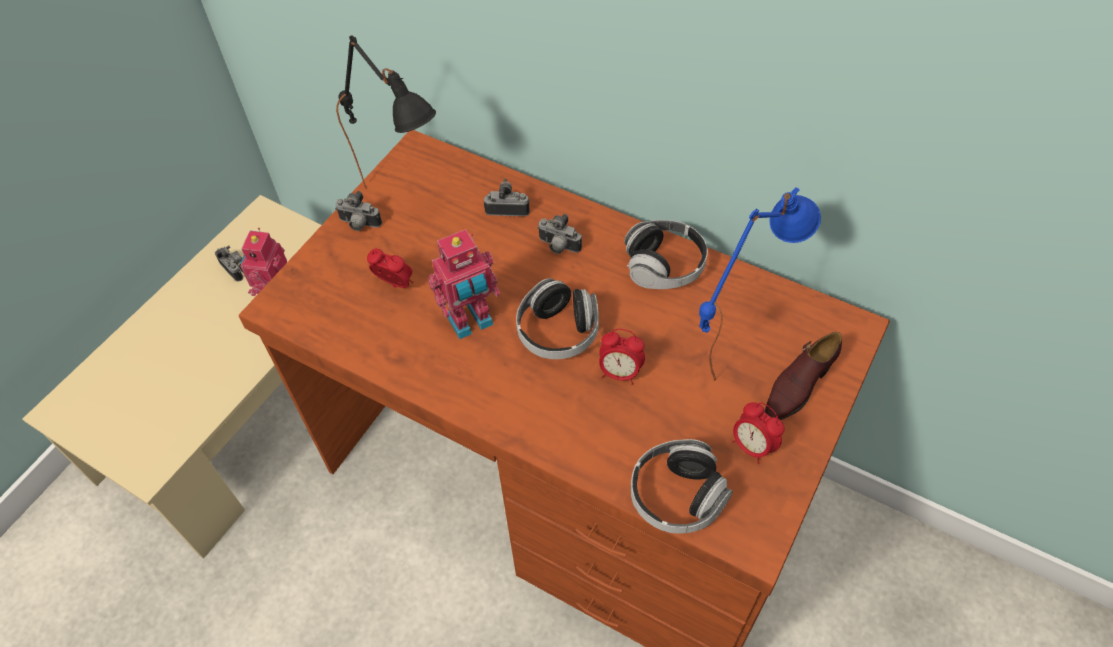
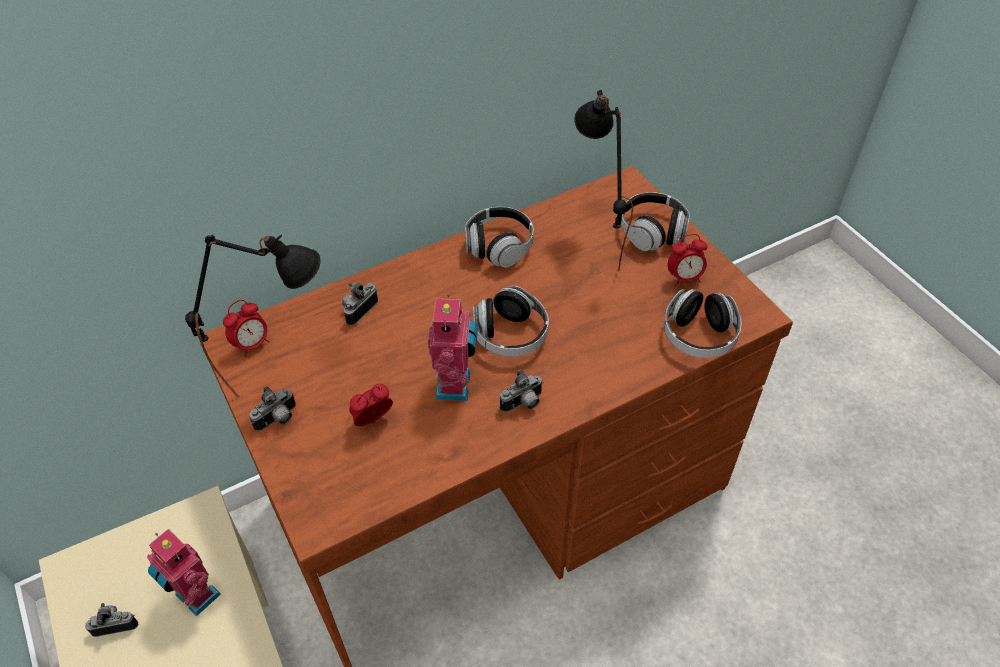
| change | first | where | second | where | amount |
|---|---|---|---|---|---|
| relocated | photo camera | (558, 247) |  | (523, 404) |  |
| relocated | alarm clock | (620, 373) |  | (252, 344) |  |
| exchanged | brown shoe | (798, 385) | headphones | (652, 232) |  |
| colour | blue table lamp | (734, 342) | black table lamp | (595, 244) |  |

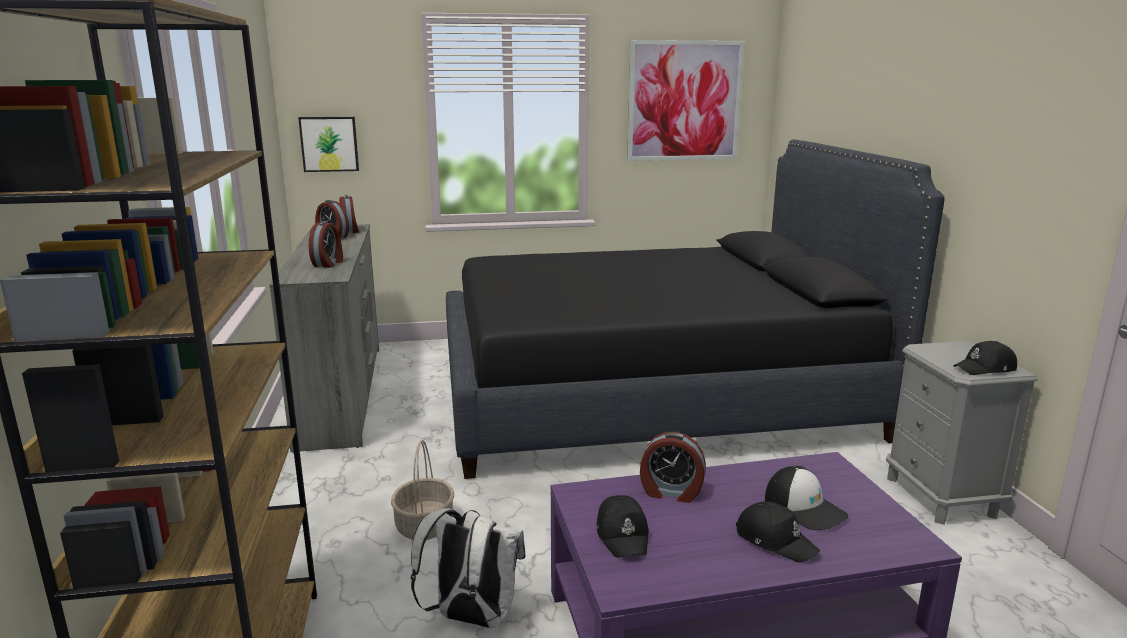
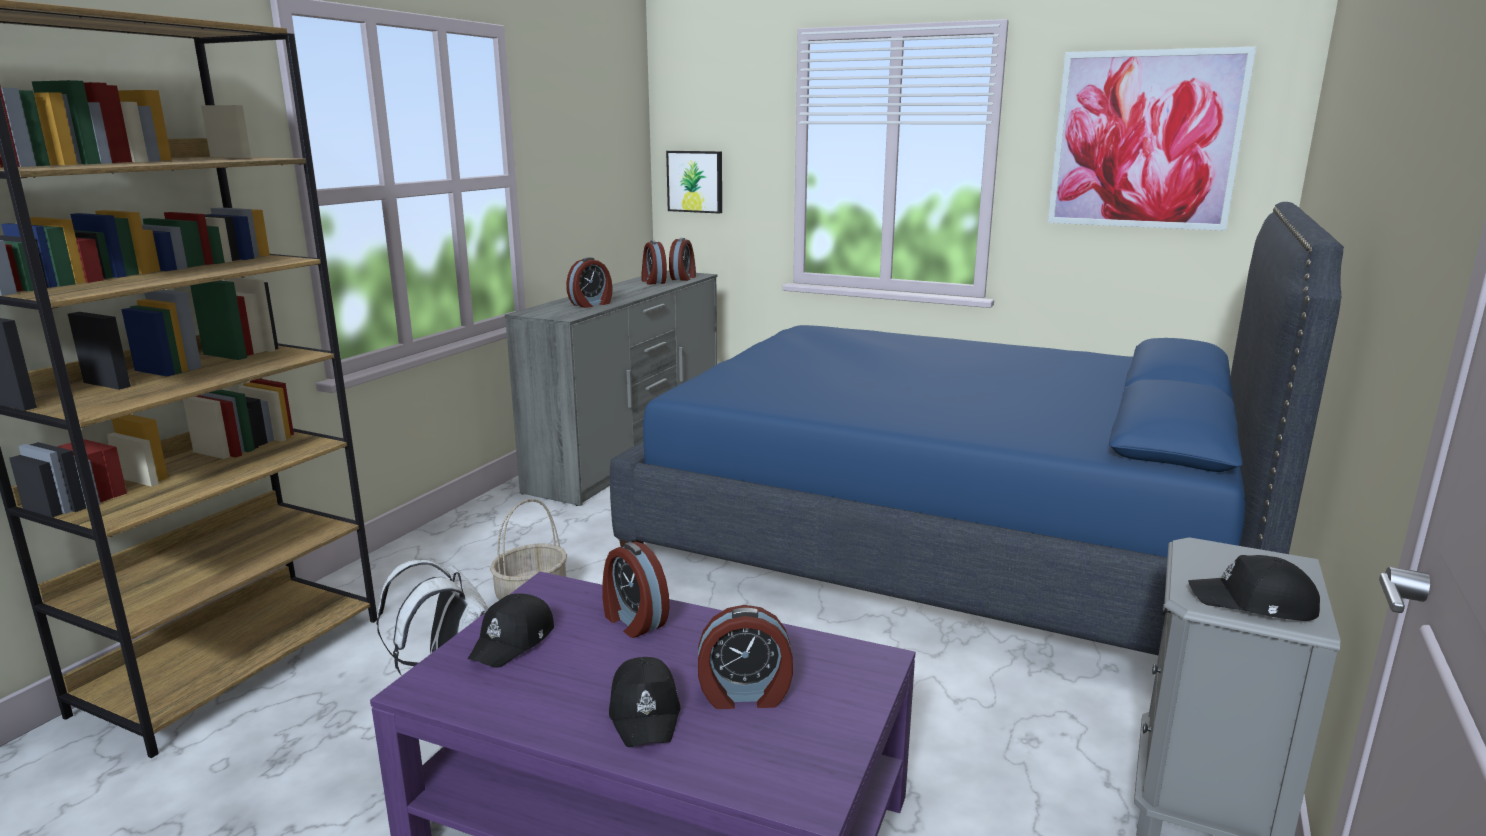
| change | first | where | second | where | amount |
|---|---|---|---|---|---|
| exchanged | cap | (805, 508) | alarm clock | (745, 695) |  |
| colour | black bed | (650, 395) | blue bed | (946, 540) |  |

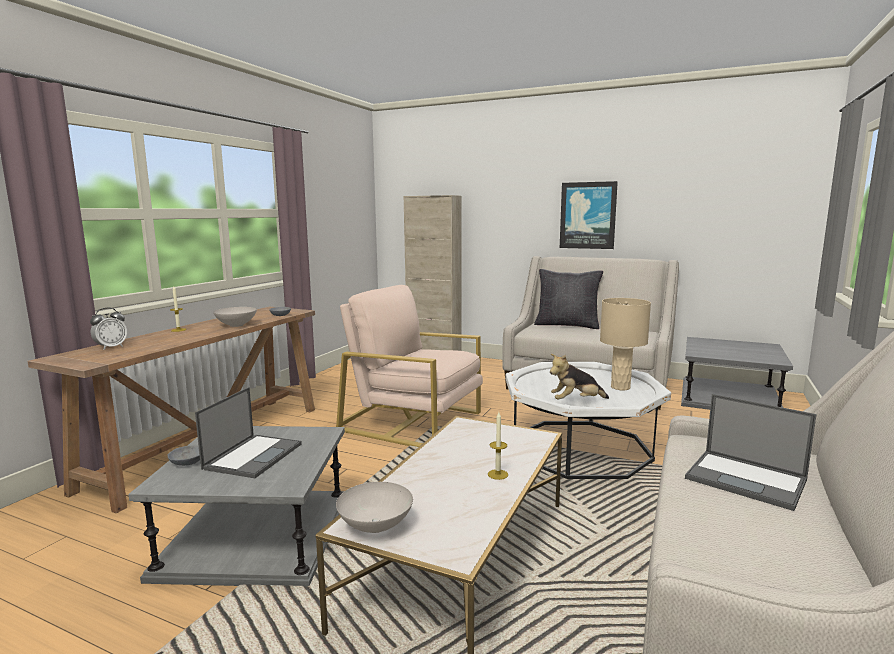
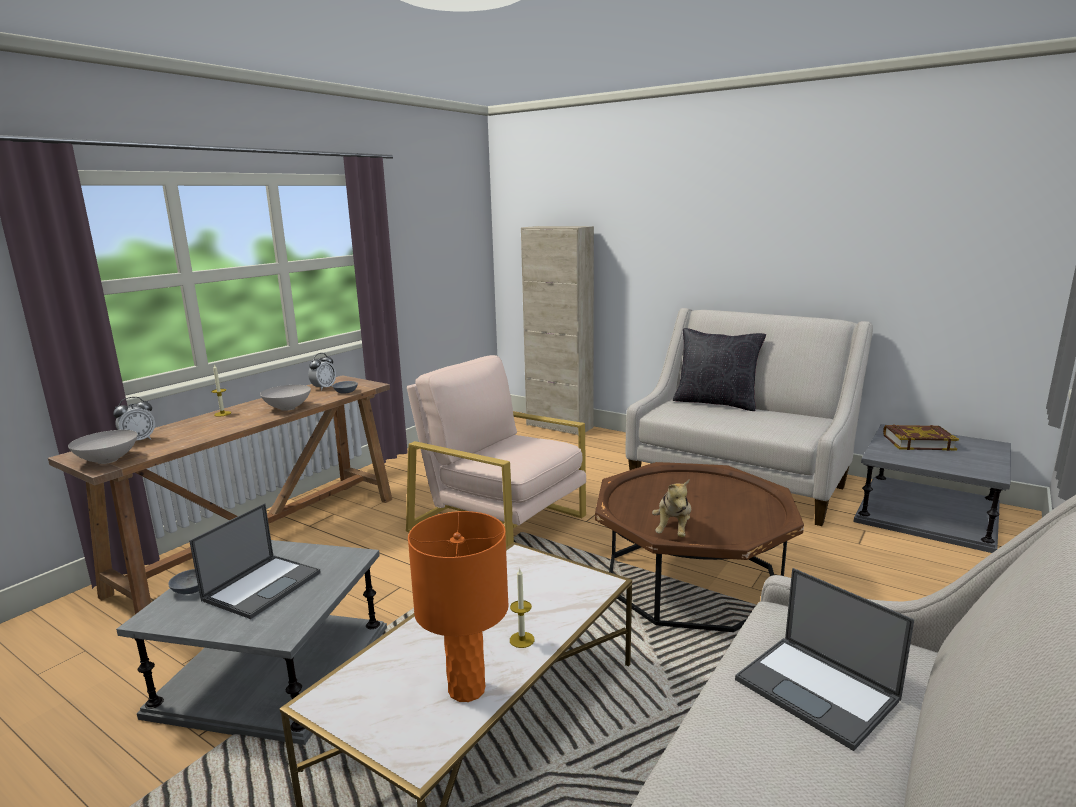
| change | first | where | second | where | amount |
|---|---|---|---|---|---|
| missing | picture | (588, 215) |  |  |  |
| missing | beige table lamp | (620, 387) |  |  |  |
| appeared |  |  | alarm clock | (323, 388) |  |
| appeared |  |  | orange table lamp | (466, 689) |  |
| appeared |  |  | book | (918, 442) |  |
| relocated | white bowl | (376, 527) |  | (108, 460) |  |
| colour | white coffee table | (580, 449) | brown coffee table | (691, 580) |  |
| spun | plush toy | (576, 401) |  | (673, 530) | 75 degrees counterclockwise |

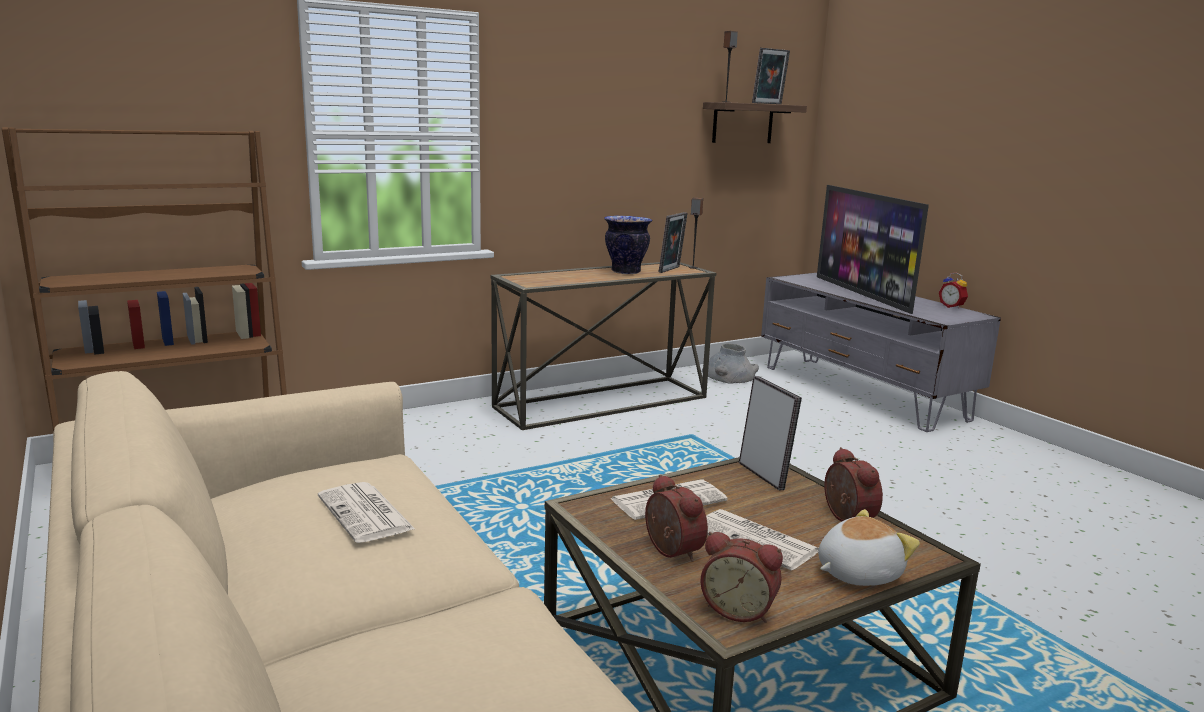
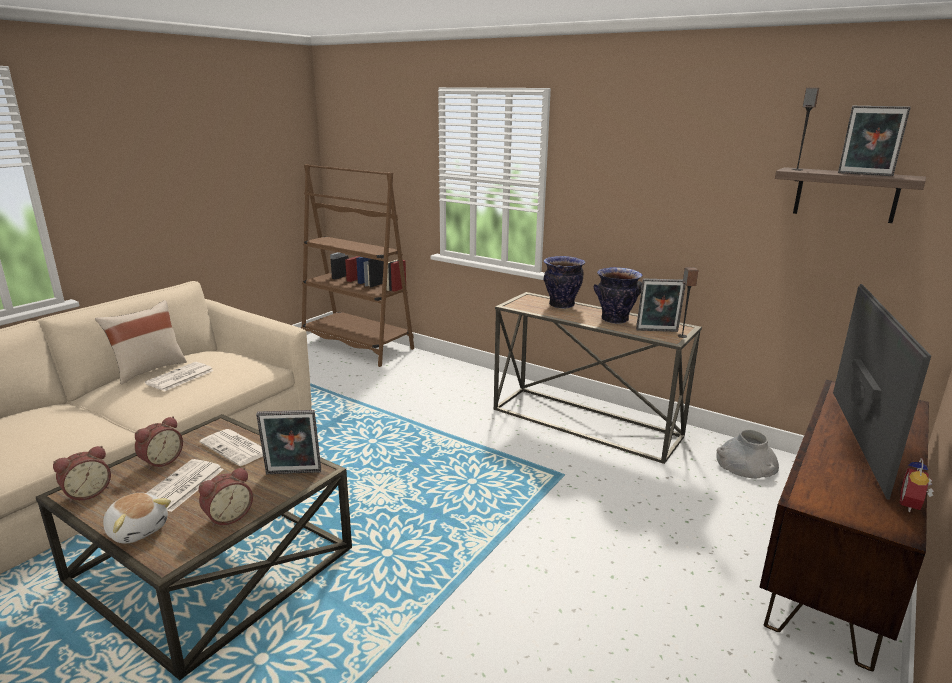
| change | first | where | second | where | amount |
|---|---|---|---|---|---|
| appeared |  |  | beige pillow | (148, 370) |  |
| appeared |  |  | vase | (561, 305) |  |
| colour | grey tv stand | (861, 392) | brown tv stand | (833, 557) |  |
| spun | alarm clock | (739, 609) |  | (87, 493) | 135 degrees counterclockwise |
| spun | picture frame | (764, 475) |  | (293, 474) | 45 degrees clockwise |
| spun | television | (863, 294) |  | (852, 438) | 150 degrees clockwise |

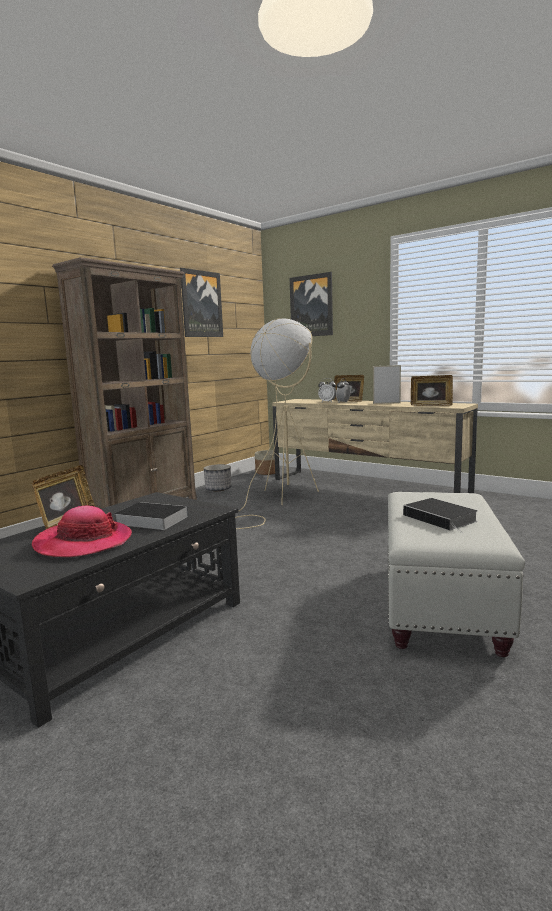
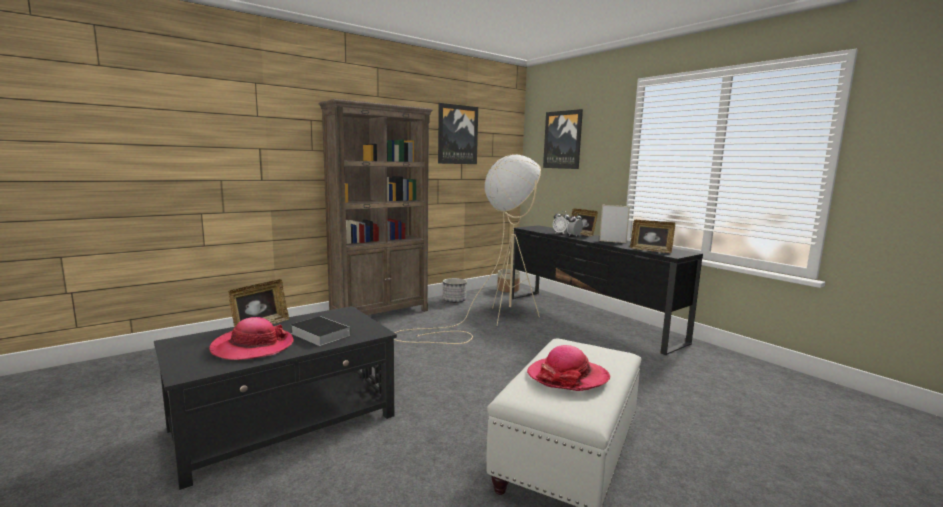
| change | first | where | second | where | amount |
|---|---|---|---|---|---|
| exchanged | book | (441, 518) | hat | (568, 377) |  |
| colour | beige tv stand | (367, 486) | black tv stand | (589, 318) |  |

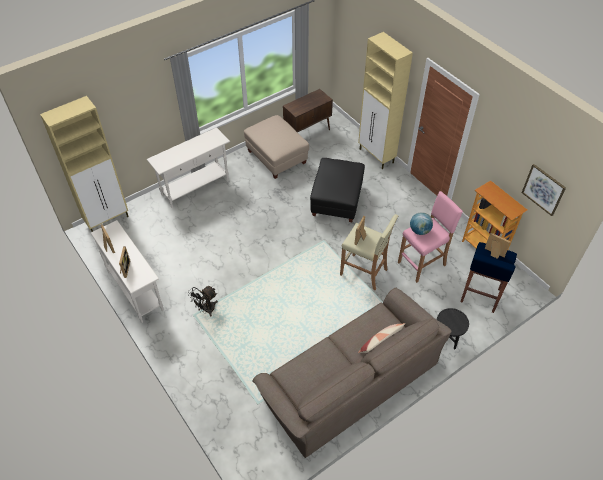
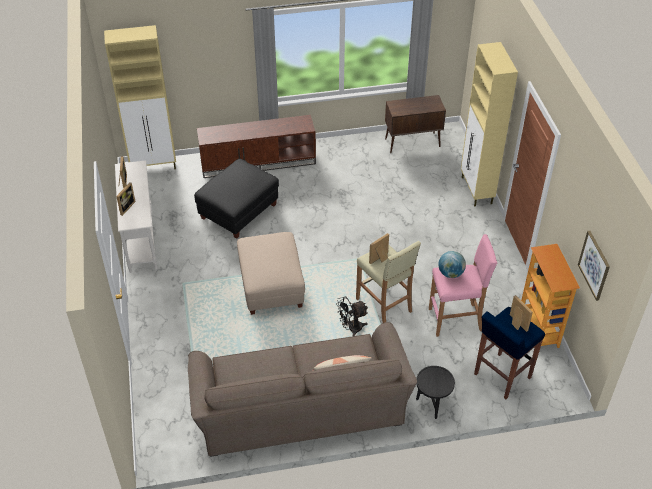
| change | first | where | second | where | amount |
|---|---|---|---|---|---|
| relocated | black fan | (206, 310) |  | (351, 328) |  |
| relocated | beige ottoman | (277, 157) |  | (272, 287) |  |
| relocated | black ottoman | (336, 200) |  | (238, 212) |  |
| exchanged | white console table | (195, 187) | brown tv stand | (258, 162) |  |

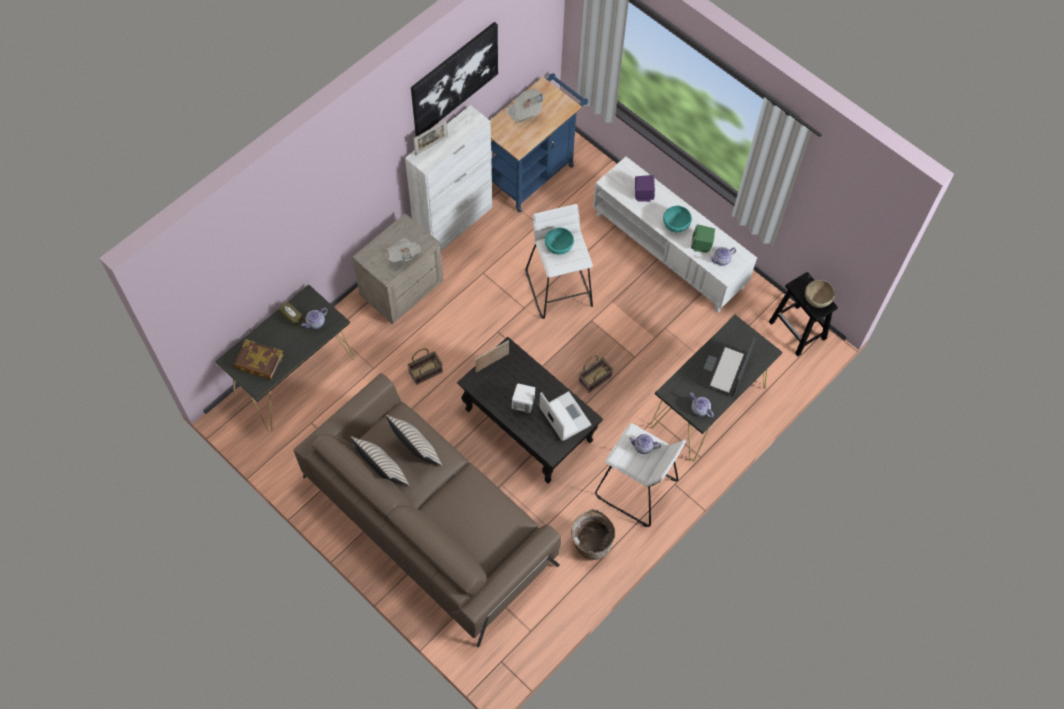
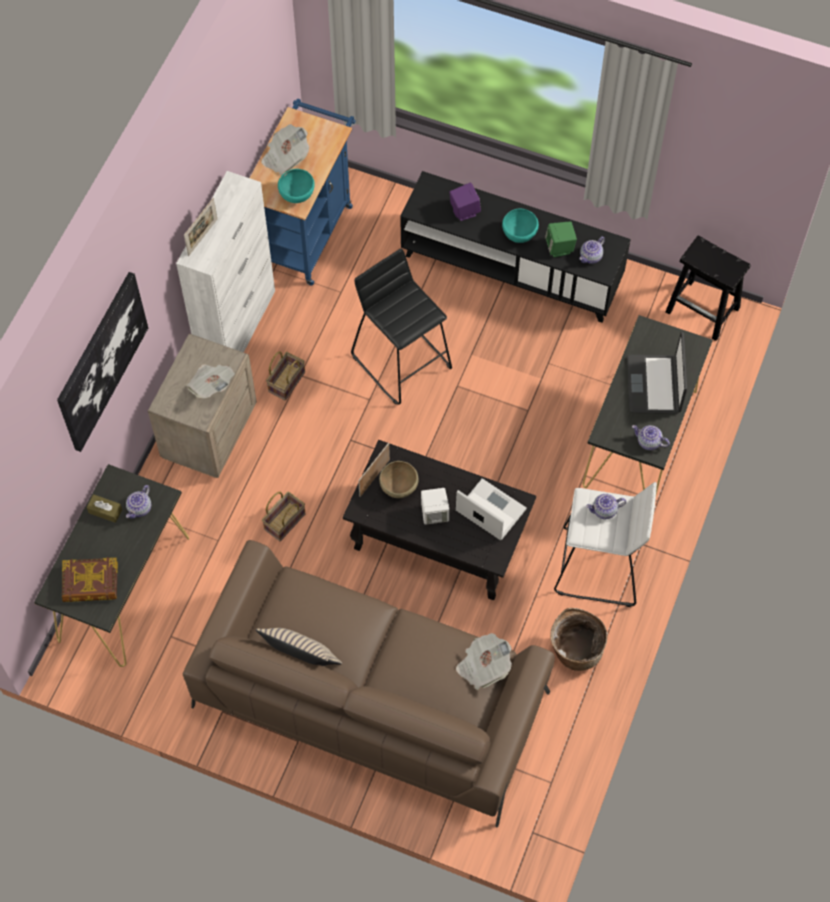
| change | first | where | second | where | amount |
|---|---|---|---|---|---|
| missing | beige pillow | (416, 451) |  |  |  |
| appeared |  |  | newspaper | (483, 666) |  |
| relocated | picture | (454, 79) |  | (101, 361) |  |
| relocated | turquoise bowl | (559, 248) |  | (297, 196) |  |
| relocated | basket | (595, 378) |  | (286, 381) |  |
| relocated | brown bowl | (816, 300) |  | (399, 487) |  |
| colour | white stool | (559, 288) | black stool | (402, 360) |  |
| colour | white tv stand | (668, 250) | black tv stand | (511, 269) |  |

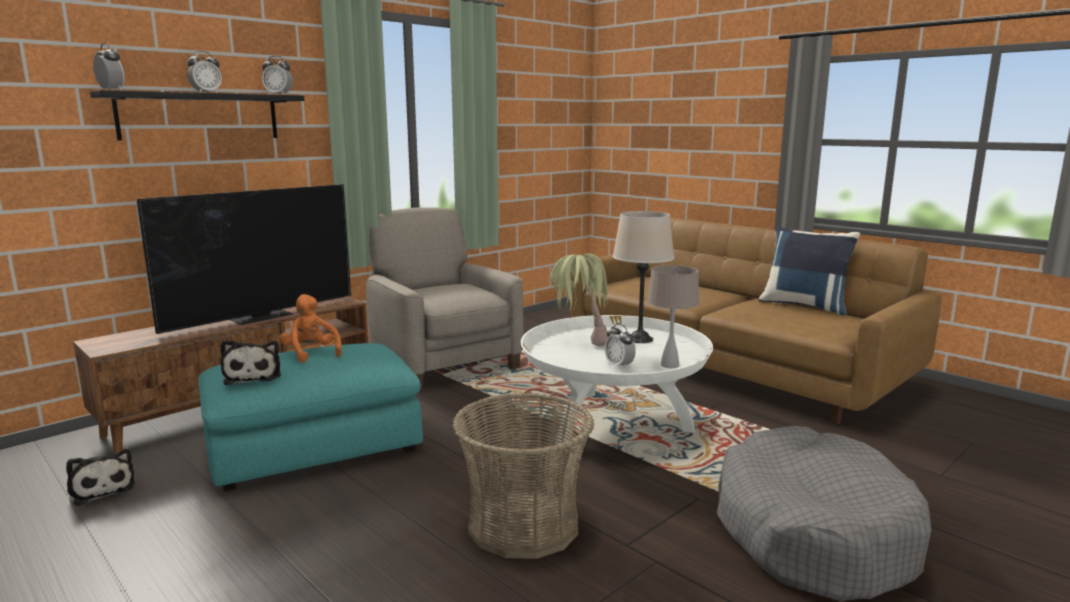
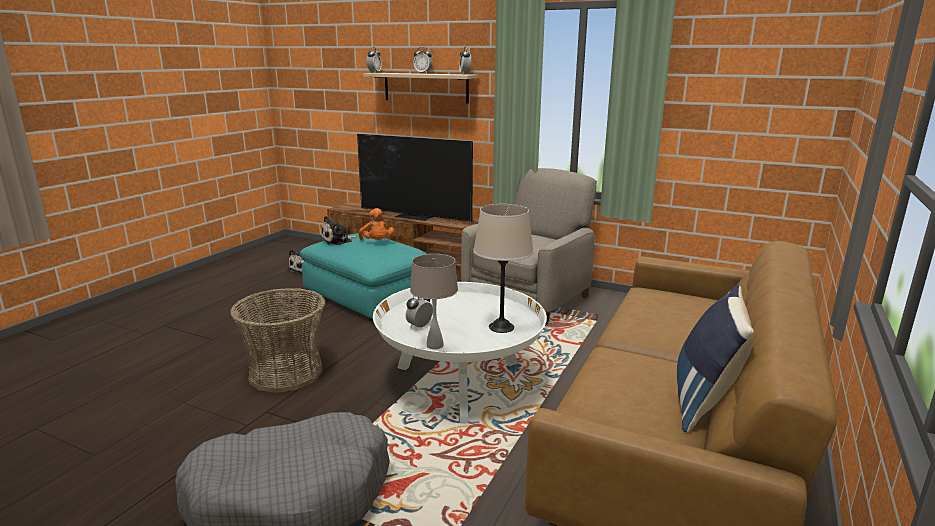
| change | first | where | second | where | amount |
|---|---|---|---|---|---|
| missing | potted plant | (578, 343) |  |  |  |
| colour | black shelf | (200, 116) | beige shelf | (425, 87) |  |
| spun | orange plush toy | (311, 354) |  | (377, 242) | 120 degrees clockwise |

